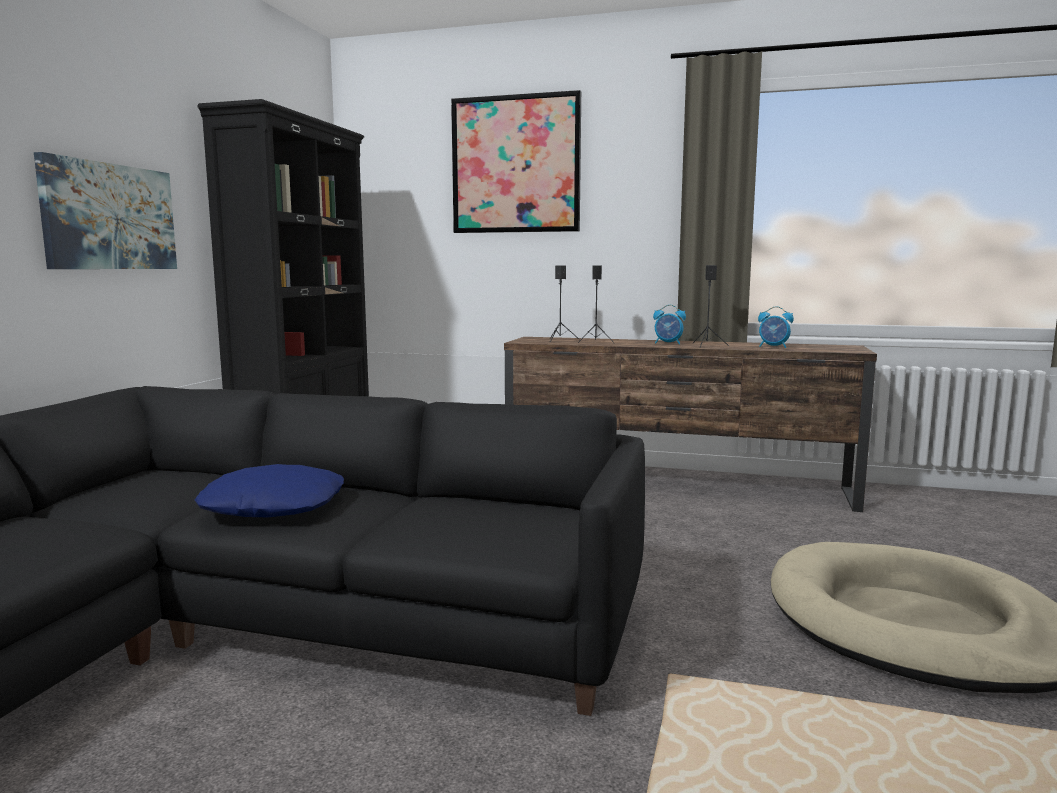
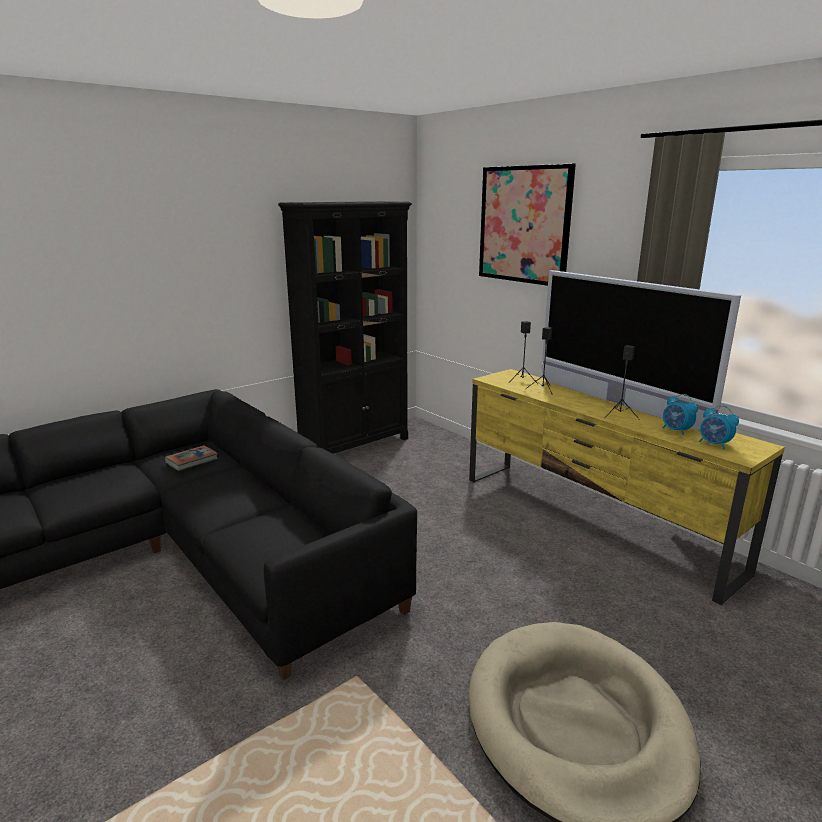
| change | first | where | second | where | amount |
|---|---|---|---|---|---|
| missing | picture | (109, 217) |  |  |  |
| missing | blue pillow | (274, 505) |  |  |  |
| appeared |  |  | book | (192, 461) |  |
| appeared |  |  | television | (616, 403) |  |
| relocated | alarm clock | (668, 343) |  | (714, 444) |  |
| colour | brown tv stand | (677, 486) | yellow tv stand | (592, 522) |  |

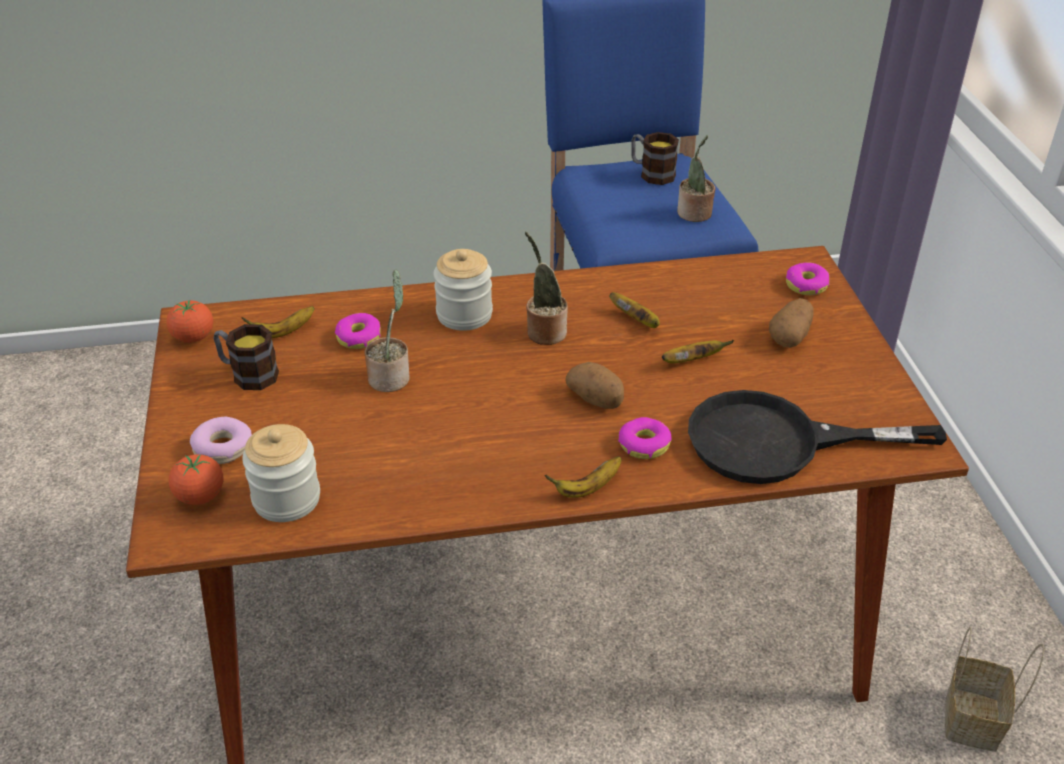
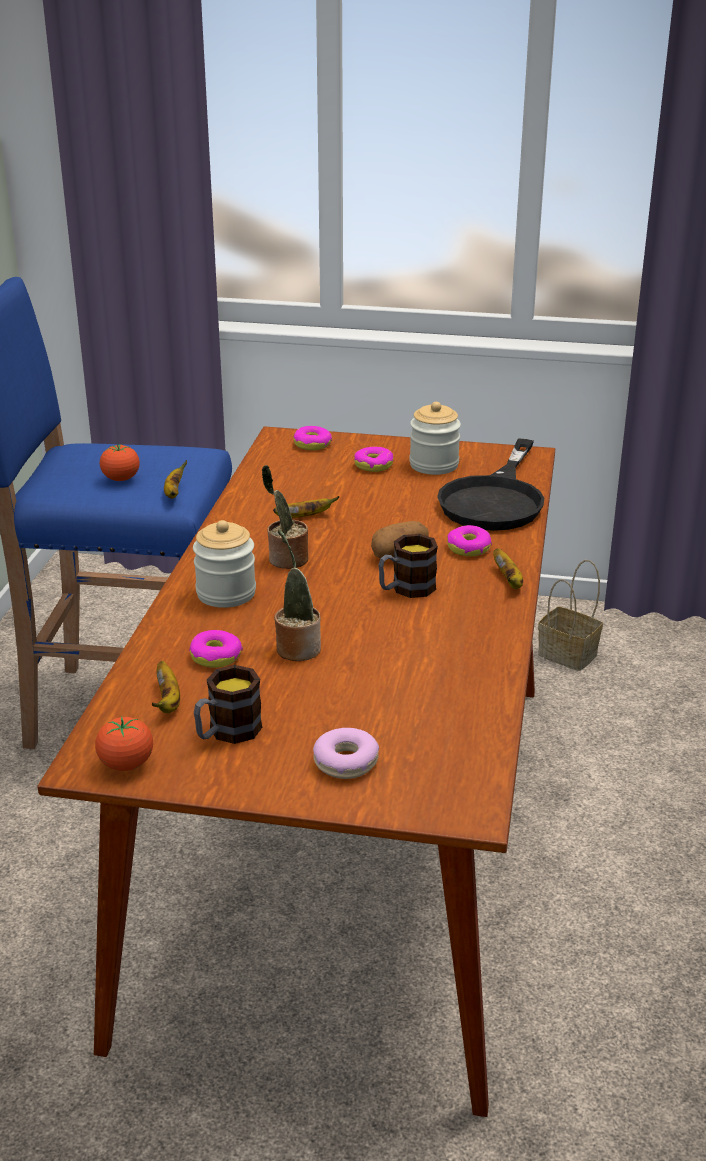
| change | first | where | second | where | amount |
|---|---|---|---|---|---|
| missing | potted plant | (694, 214) |  |  |  |
| relocated | tomato | (200, 496) |  | (121, 479) |  |
| relocated | jar | (286, 499) |  | (434, 465) |  |
| relocated | mug | (651, 173) |  | (406, 589) |  |
| relocated | banana | (692, 360) |  | (174, 493) |  |
| exchanged | potato | (790, 337) | donut | (374, 465) |  |

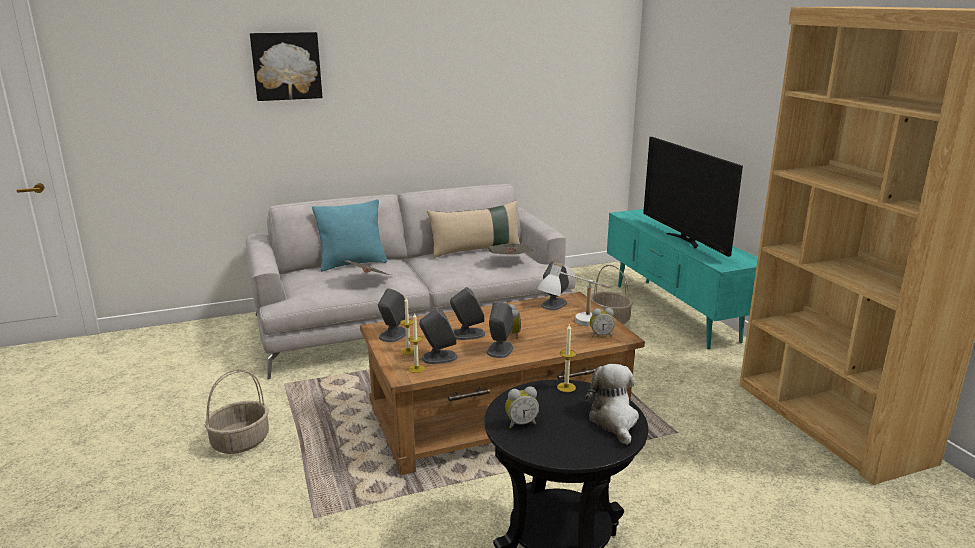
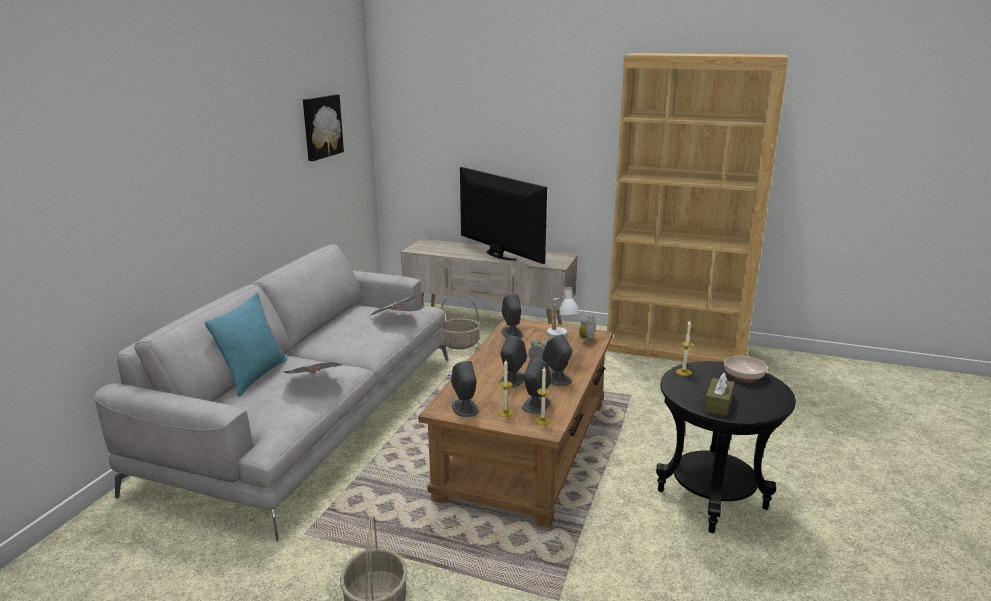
| change | first | where | second | where | amount |
|---|---|---|---|---|---|
| missing | beige pillow | (476, 250) |  |  |  |
| relocated | picture | (286, 66) |  | (321, 126) |  |
| exchanged | alarm clock | (521, 423) | brown tissue box | (718, 404) |  |
| exchanged | plush toy | (614, 421) | bowl | (744, 376) |  |
| colour | turquoise tv stand | (673, 312) | beige tv stand | (488, 321) |  |
| spun | television | (685, 240) |  | (498, 255) | 150 degrees counterclockwise |

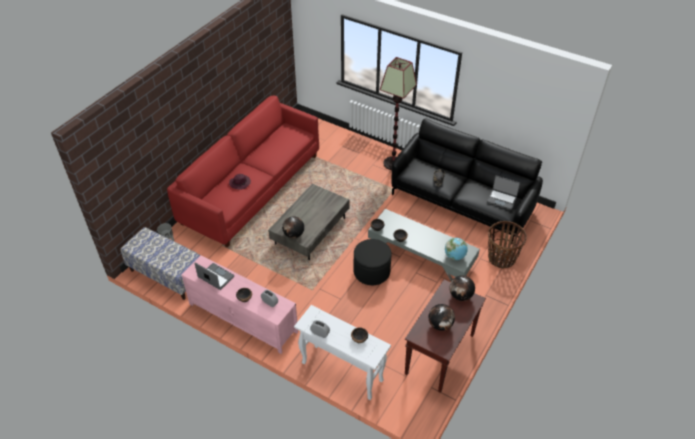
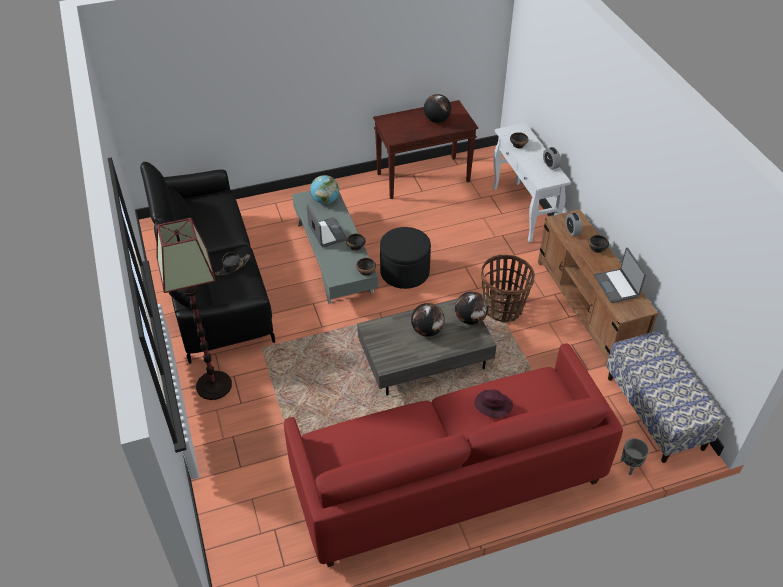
| change | first | where | second | where | amount |
|---|---|---|---|---|---|
| relocated | globe | (460, 296) |  | (427, 331) |  |
| relocated | laptop | (501, 199) |  | (326, 233) |  |
| relocated | basket | (501, 258) |  | (502, 308) |  |
| colour | pink tv stand | (242, 318) | brown tv stand | (587, 308) |  |

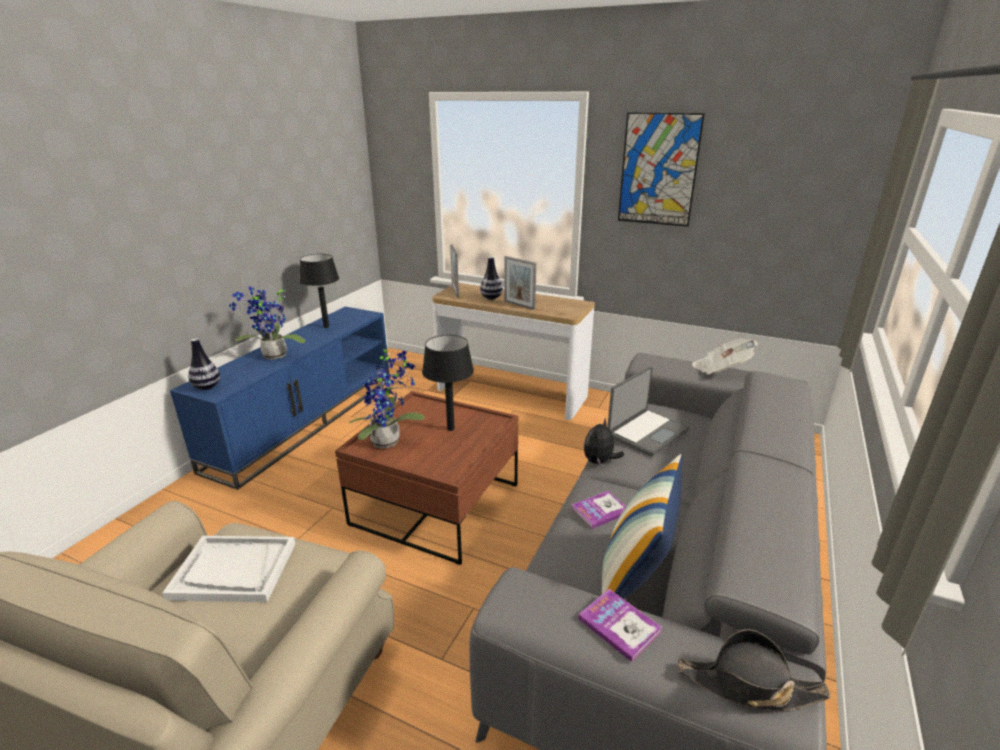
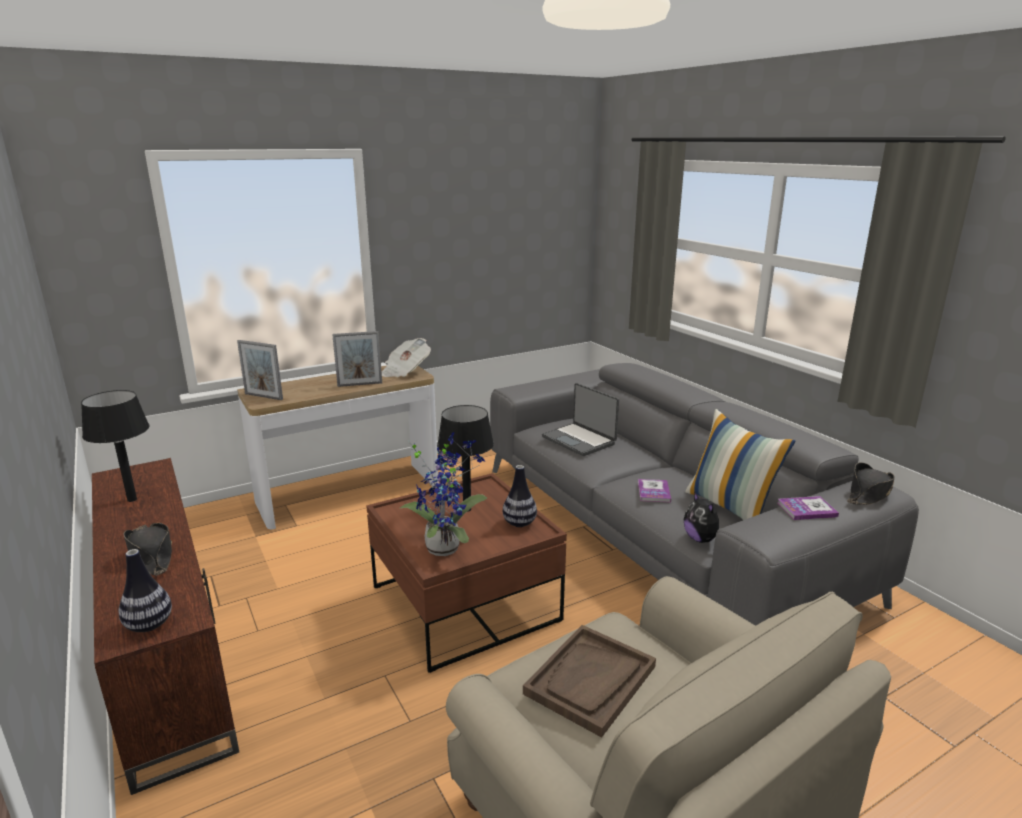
| change | first | where | second | where | amount |
|---|---|---|---|---|---|
| missing | picture | (658, 170) |  |  |  |
| relocated | vase | (491, 298) |  | (519, 523) |  |
| relocated | plush toy | (599, 462) |  | (701, 539) |  |
| relocated | newspaper | (721, 369) |  | (405, 371) |  |
| exchanged | potted plant | (273, 357) | black hat | (151, 555) |  |
| colour | white tray | (233, 570) | brown tray | (590, 680) |  |
| colour | blue tv stand | (305, 420) | brown tv stand | (164, 645) |  |
| spun | laptop | (646, 432) |  | (579, 440) | 150 degrees clockwise |

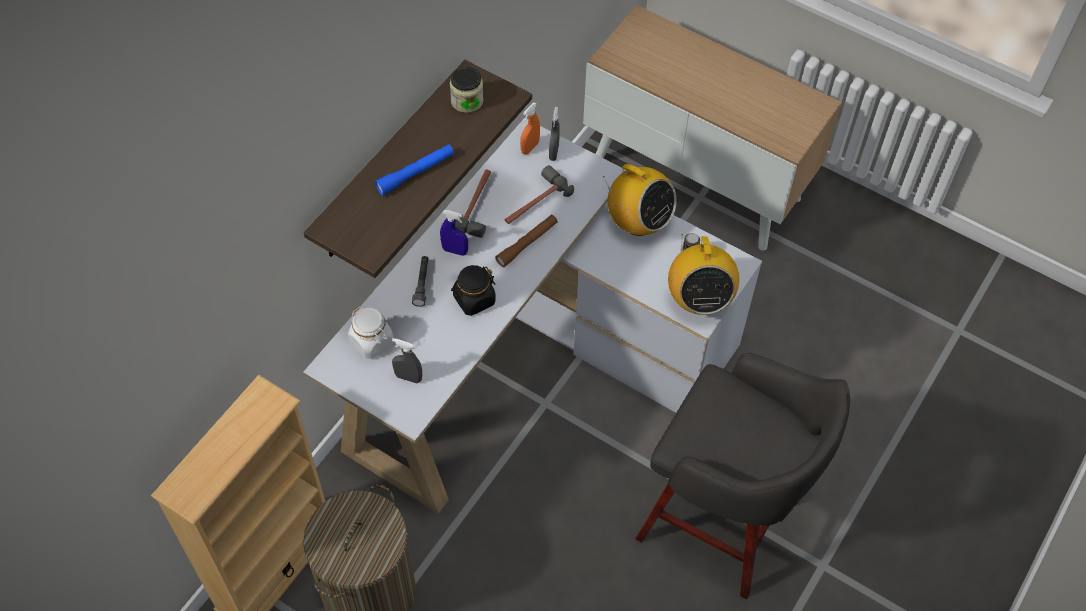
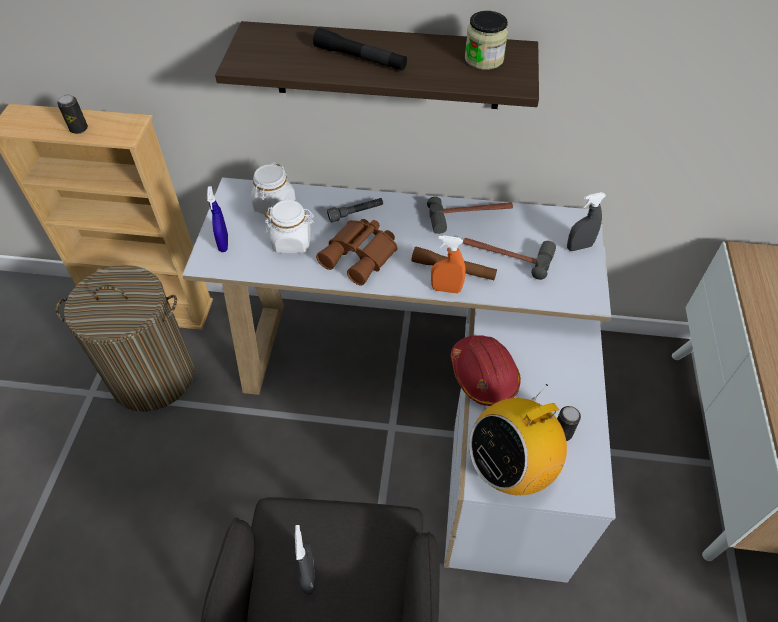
| change | first | where | second | where | amount |
|---|---|---|---|---|---|
| missing | radio | (638, 222) |  |  |  |
| appeared |  |  | can | (79, 129) |  |
| appeared |  |  | white jar | (292, 241) |  |
| appeared |  |  | red hard hat | (483, 375) |  |
| relocated | grey spray bottle | (408, 377) |  | (308, 575) |  |
| relocated | blue spray bottle | (455, 251) |  | (223, 243) |  |
| relocated | orange spray bottle | (530, 147) |  | (446, 289) |  |
| exchanged | black jar | (474, 299) | brown binoculars | (361, 255) |  |
| colour | blue flashlight | (415, 173) | black flashlight | (360, 58) |  |

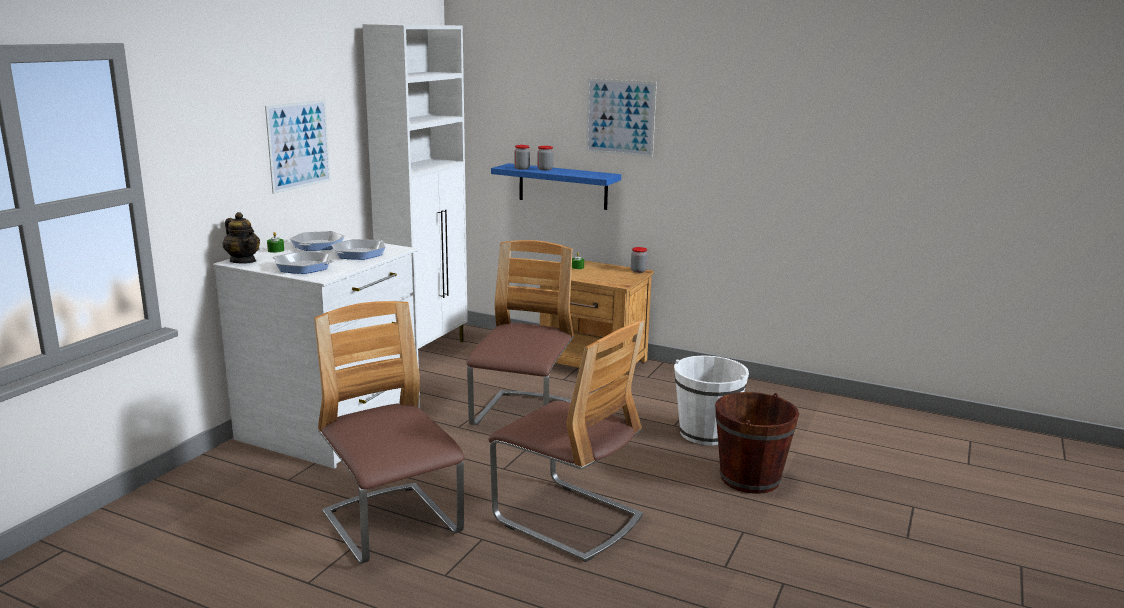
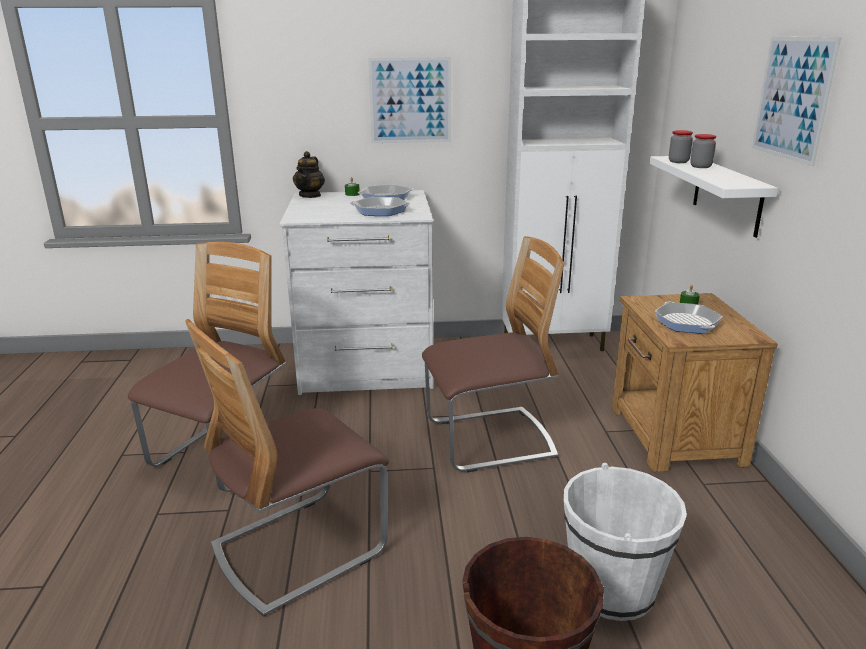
| change | first | where | second | where | amount |
|---|---|---|---|---|---|
| missing | jar | (638, 271) |  |  |  |
| relocated | frying pan | (303, 267) |  | (686, 323) |  |
| colour | blue shelf | (563, 186) | white shelf | (727, 194) |  |
| spun | chair | (568, 519) |  | (299, 549) | 45 degrees clockwise |

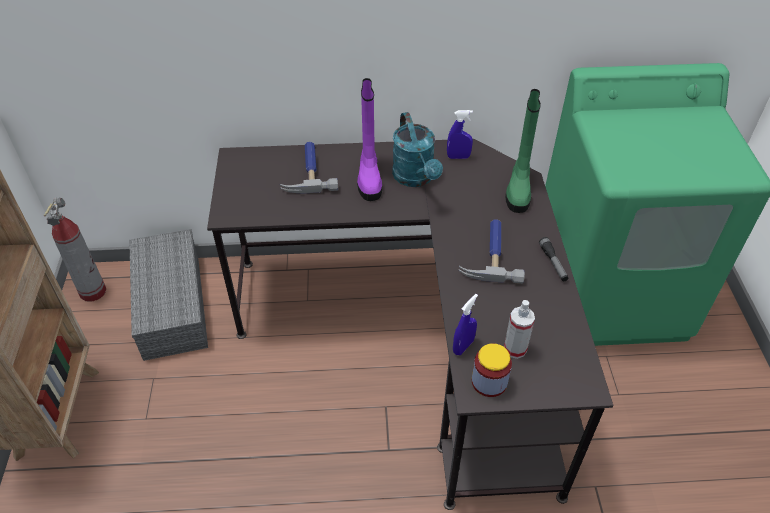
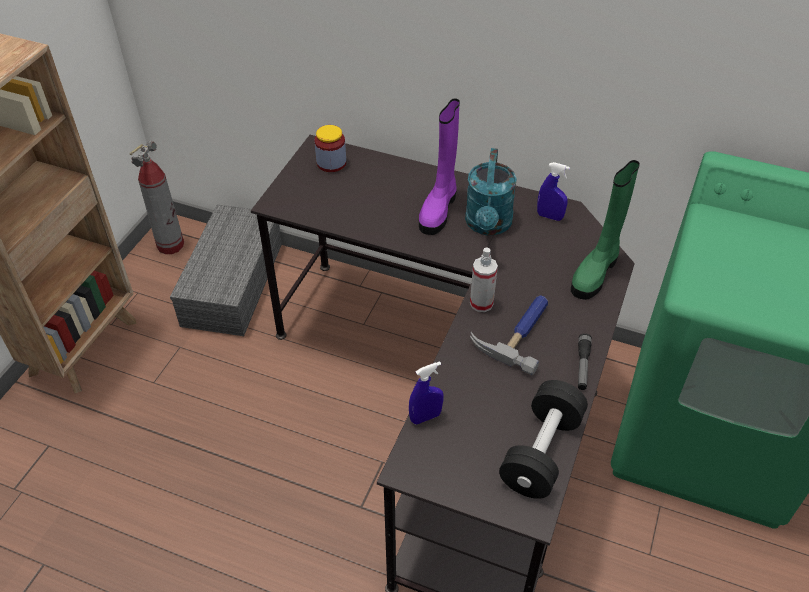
| change | first | where | second | where | amount |
|---|---|---|---|---|---|
| missing | hammer | (308, 171) |  |  |  |
| appeared |  |  | black dumbbell | (541, 452) |  |
| relocated | jar | (489, 382) |  | (331, 163) |  |
| relocated | spray bottle | (515, 349) |  | (481, 303) |  |

